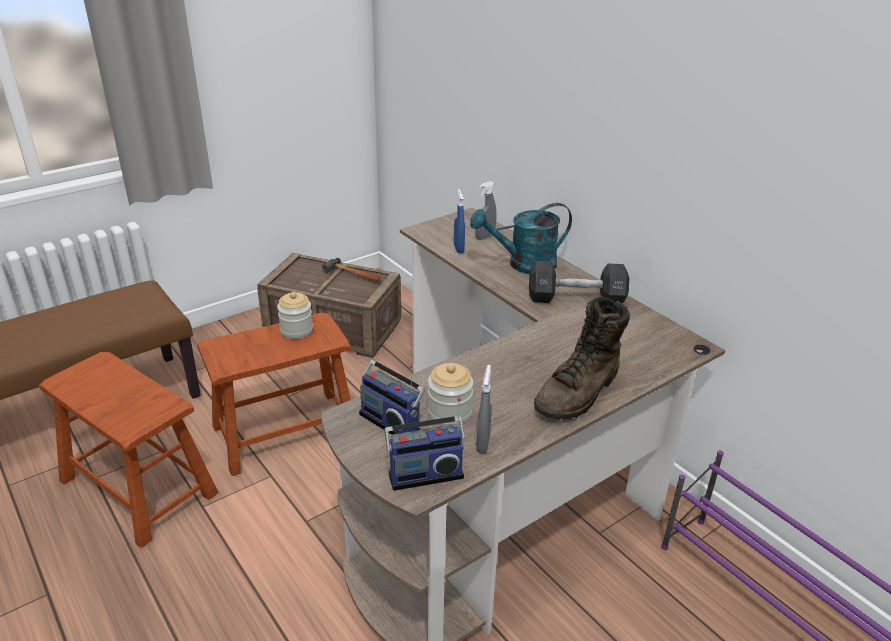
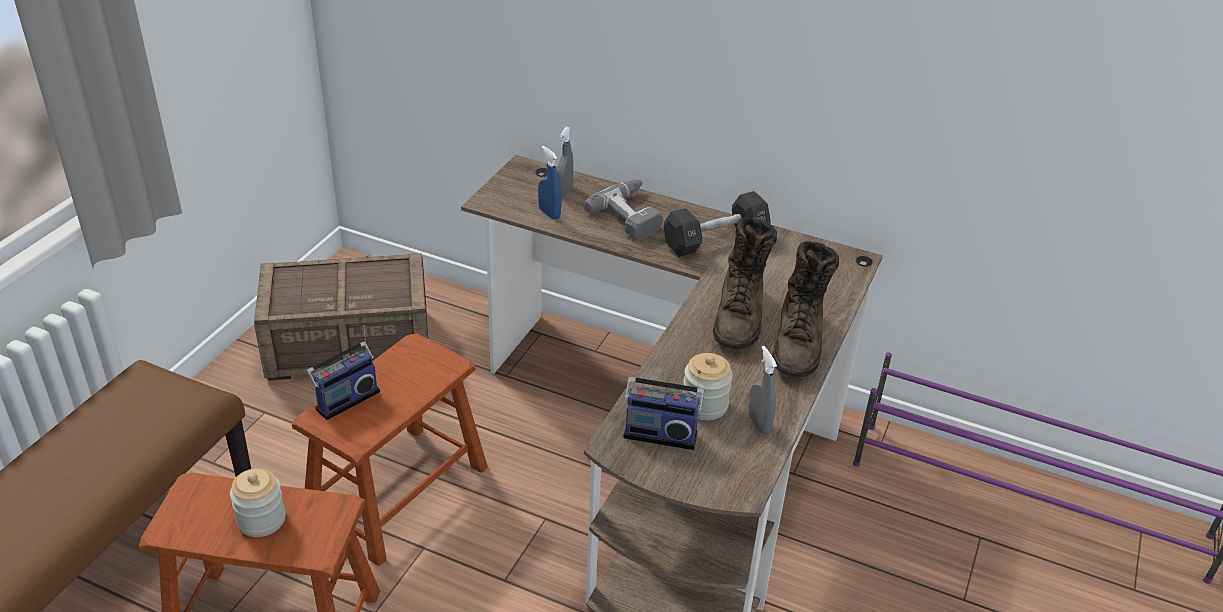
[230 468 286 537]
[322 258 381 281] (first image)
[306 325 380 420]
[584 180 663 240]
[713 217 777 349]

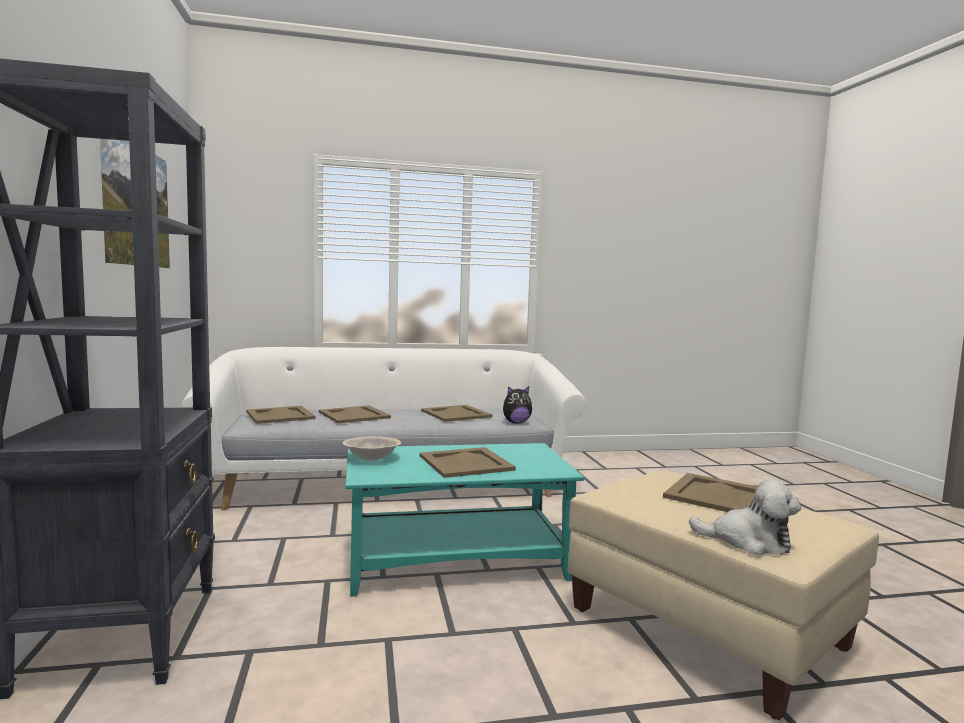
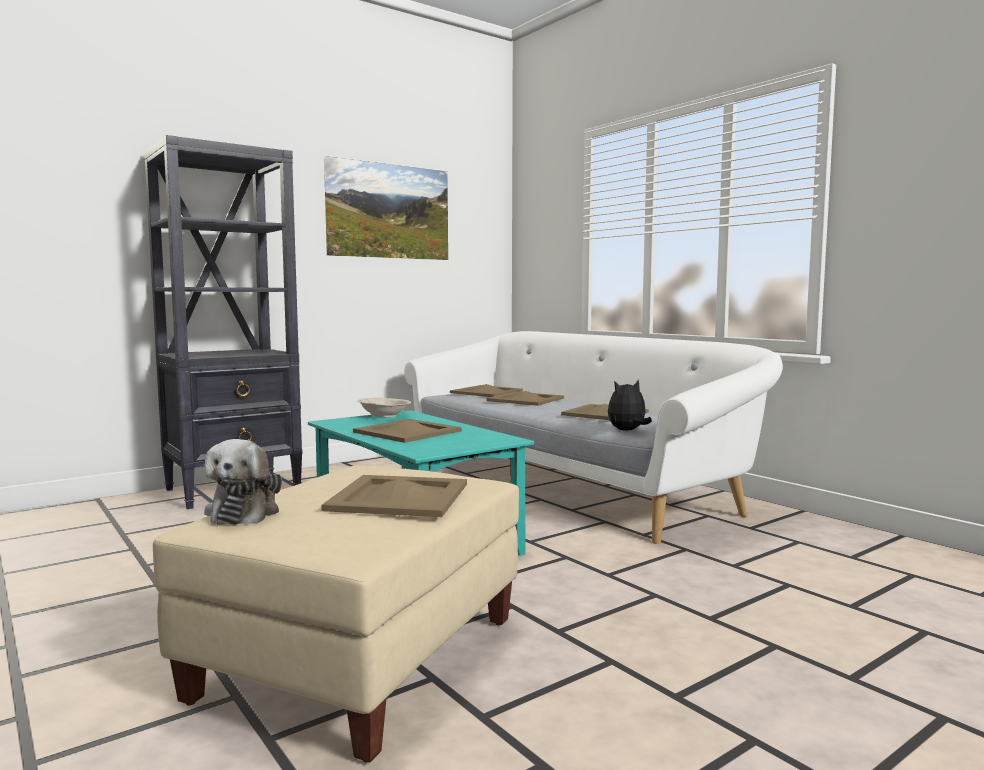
[608 380 652 431]

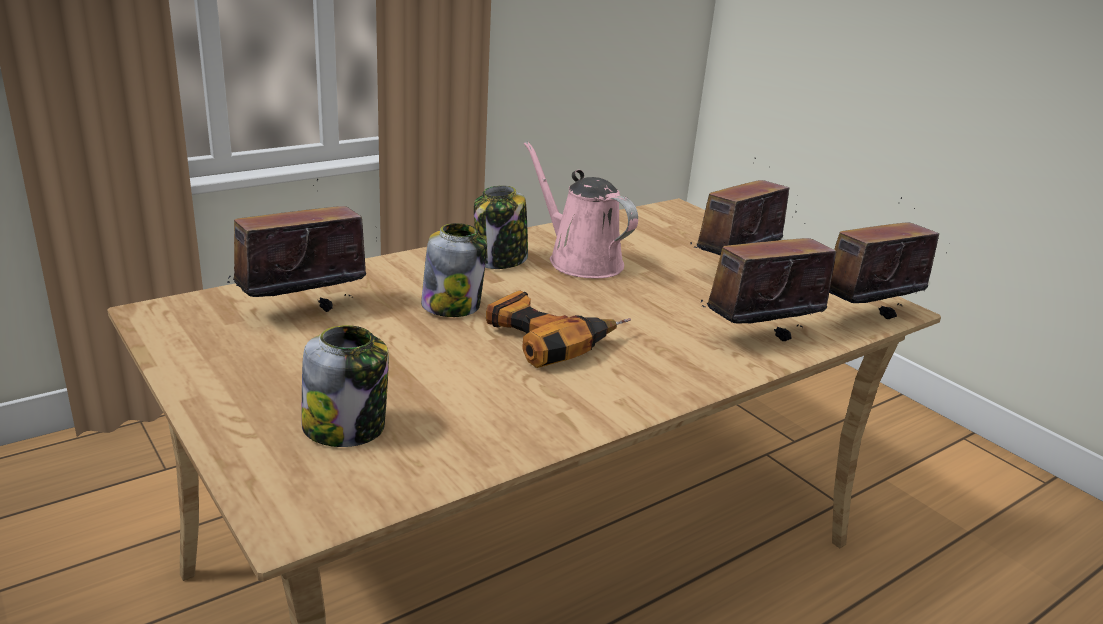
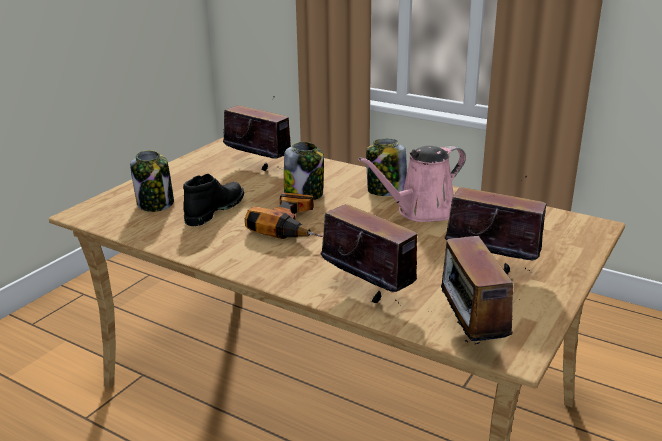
[358 146 466 222]
[441 224 513 344]
[183 174 244 226]

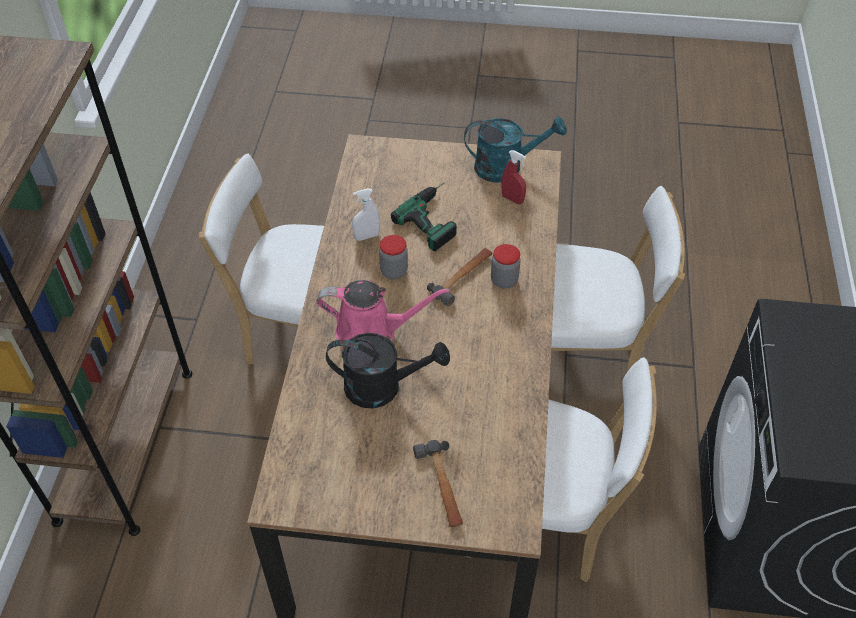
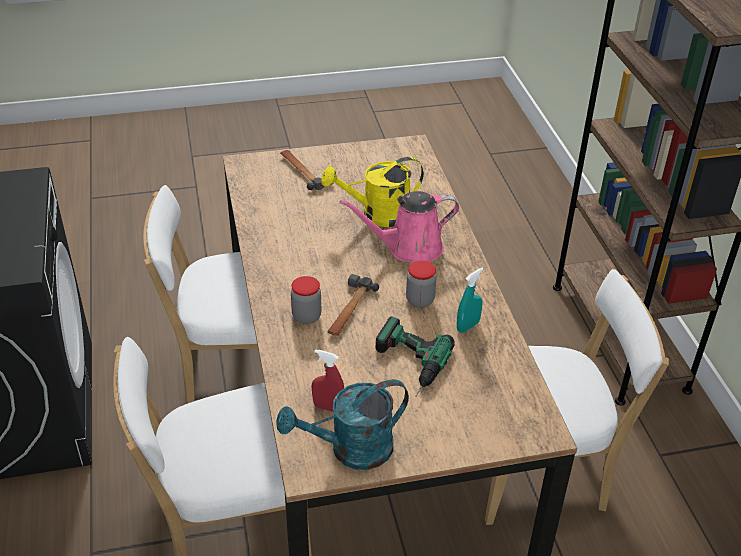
[321 157 424 227]
[457 268 483 333]

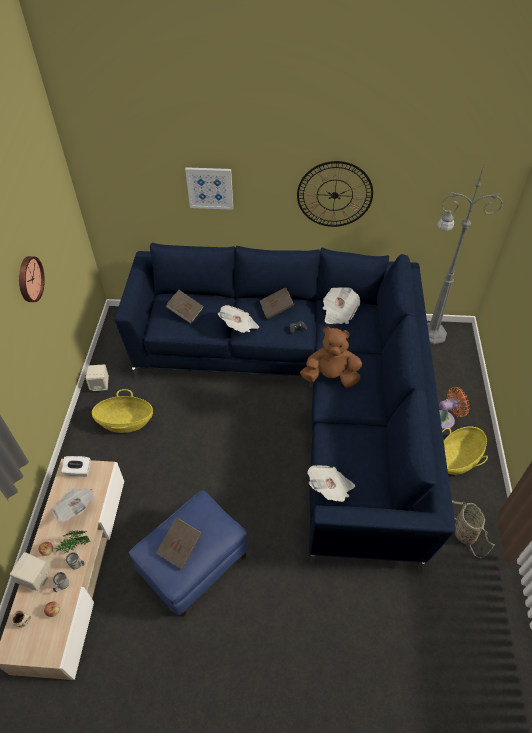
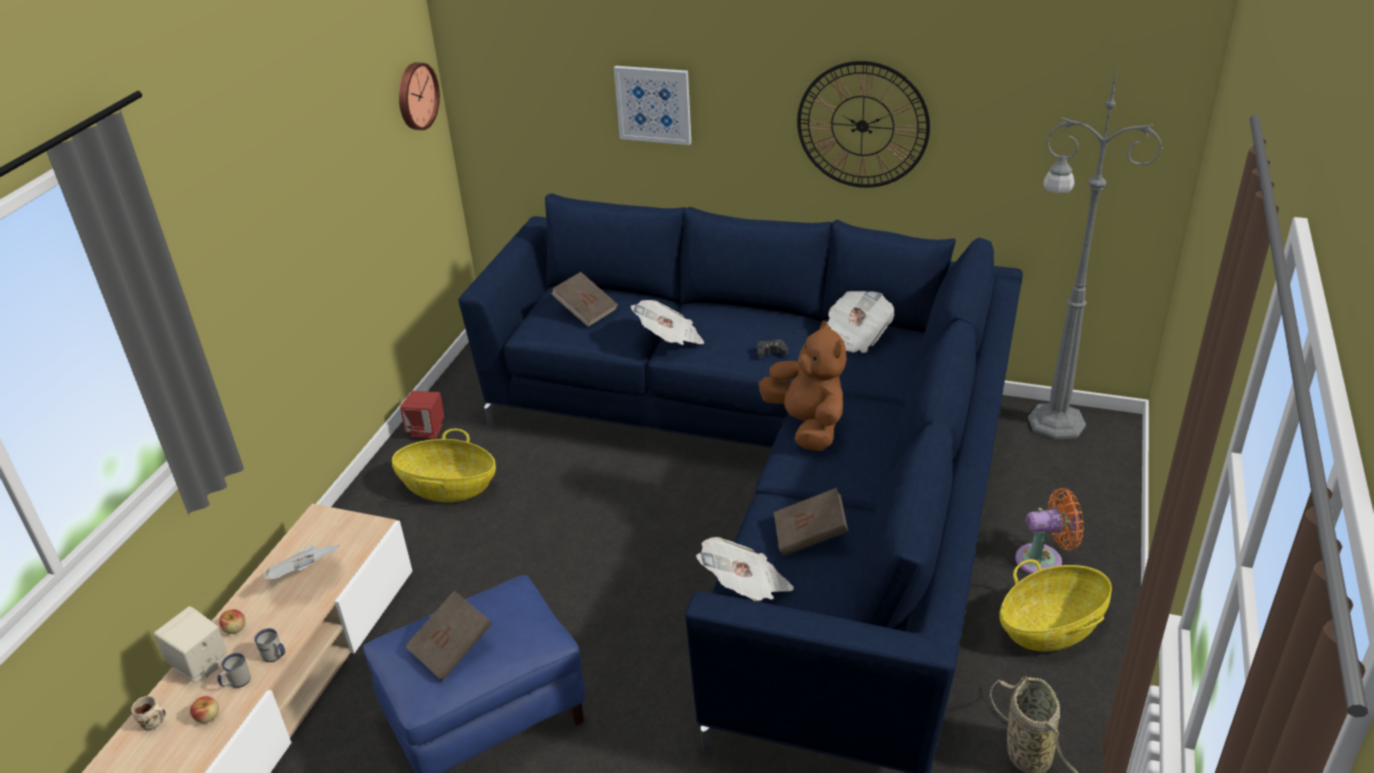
[399 62 440 130]
[55 530 90 553] (first image)
[61 456 91 477] (first image)
[400 391 444 439]
[774 488 848 556]
[759 321 847 451]

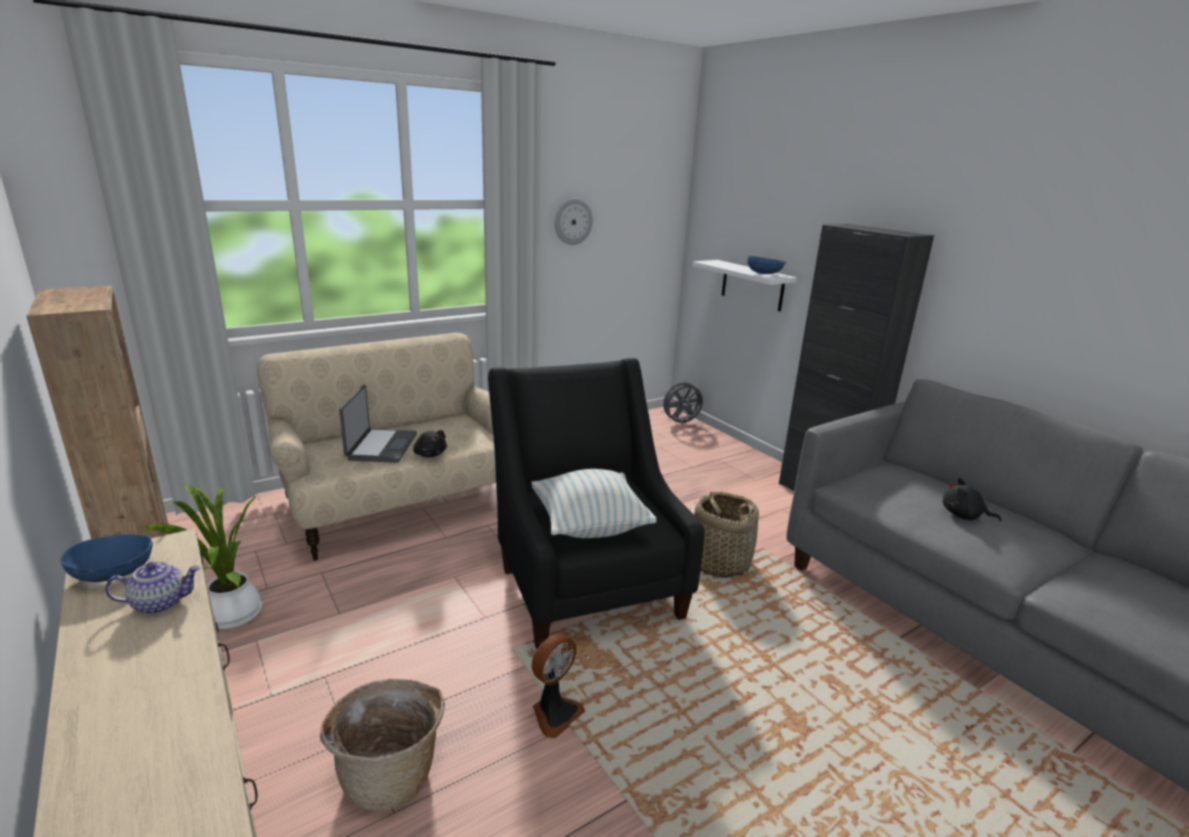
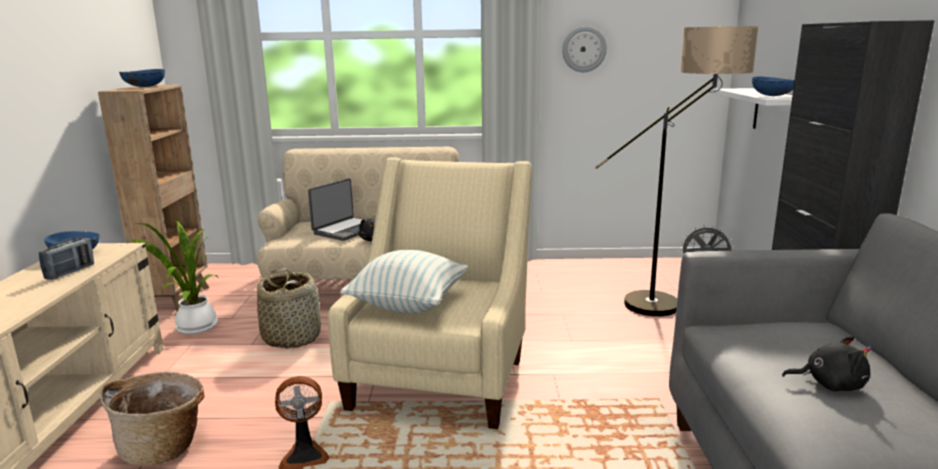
[39 238 94 280]
[328 157 532 429]
[257 268 321 349]
[782 336 871 391]
[119 69 165 87]
[595 26 759 316]

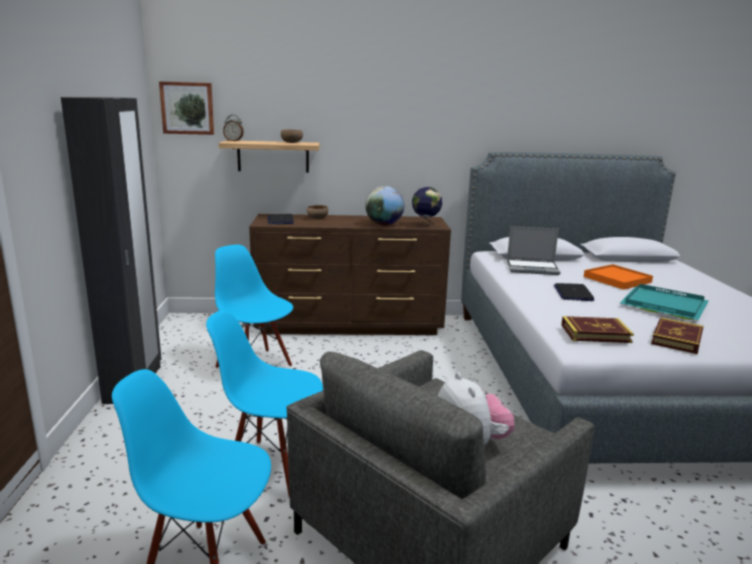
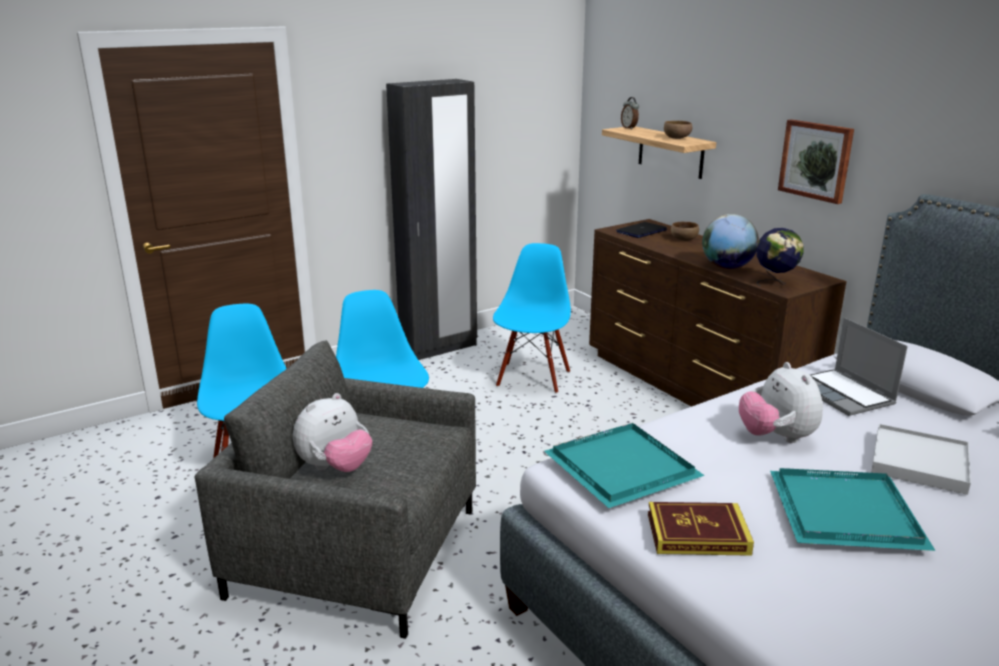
[778 119 854 204]
[739 362 823 443]
[544 423 705 508]
[871 424 971 495]

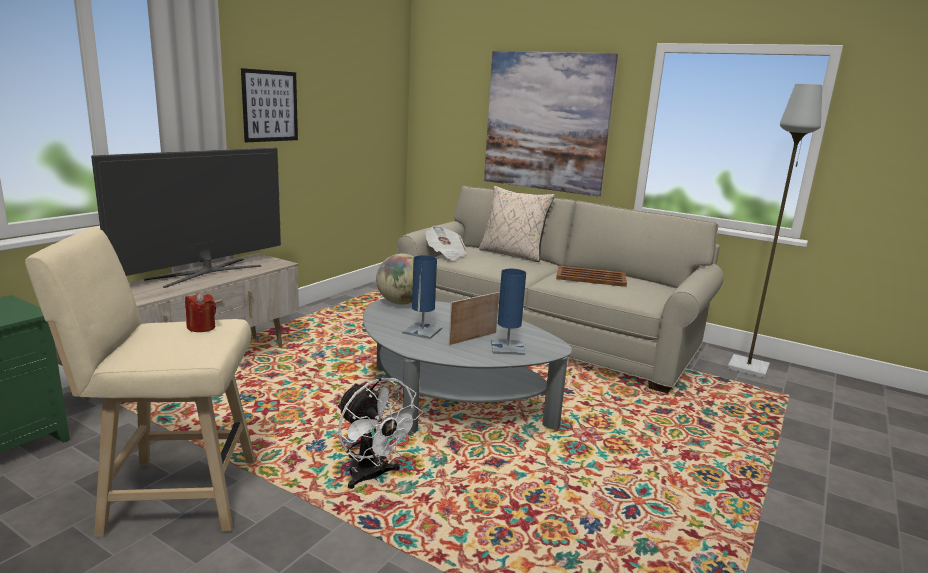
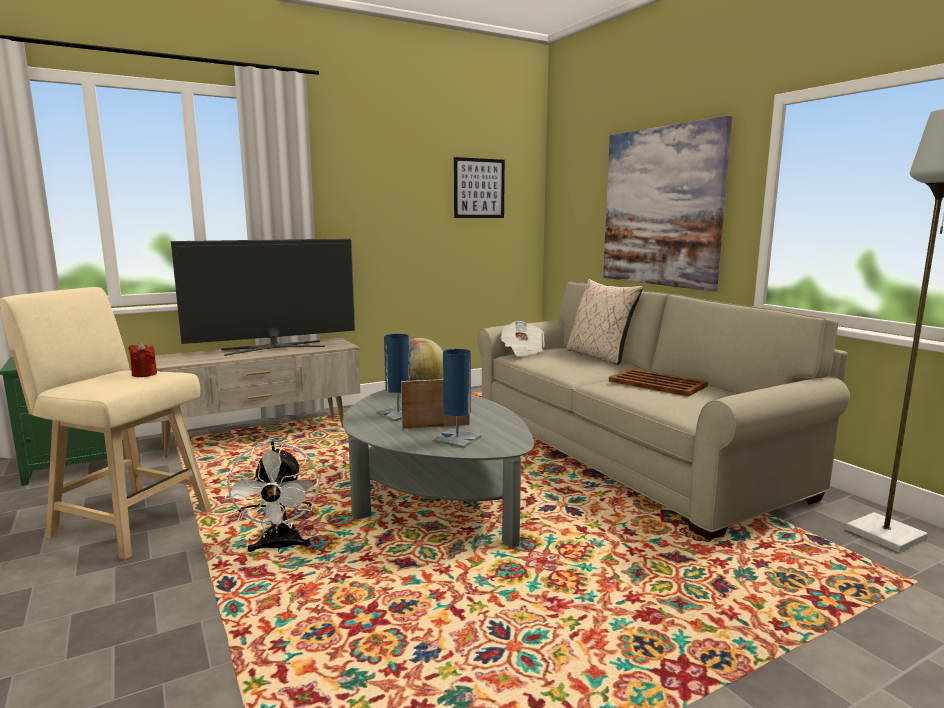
[454 157 505 218]

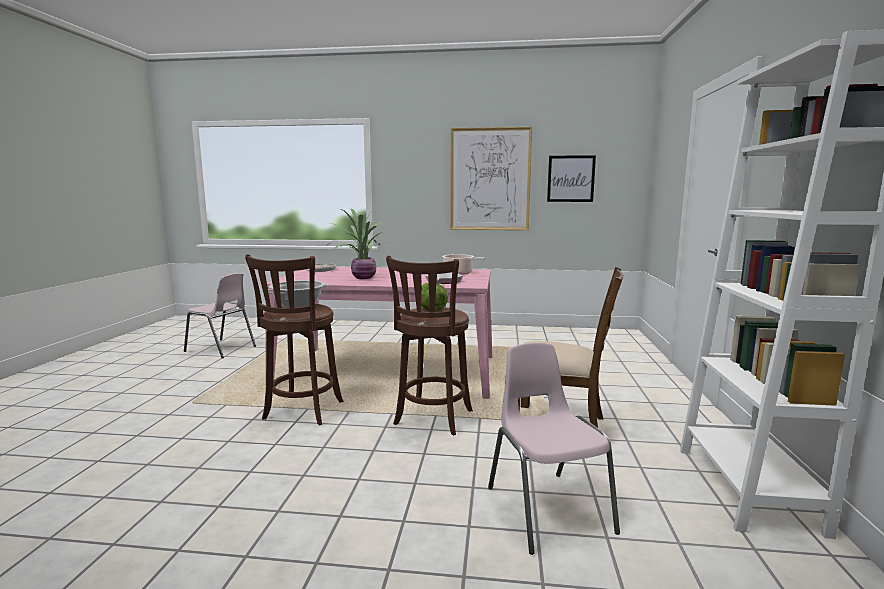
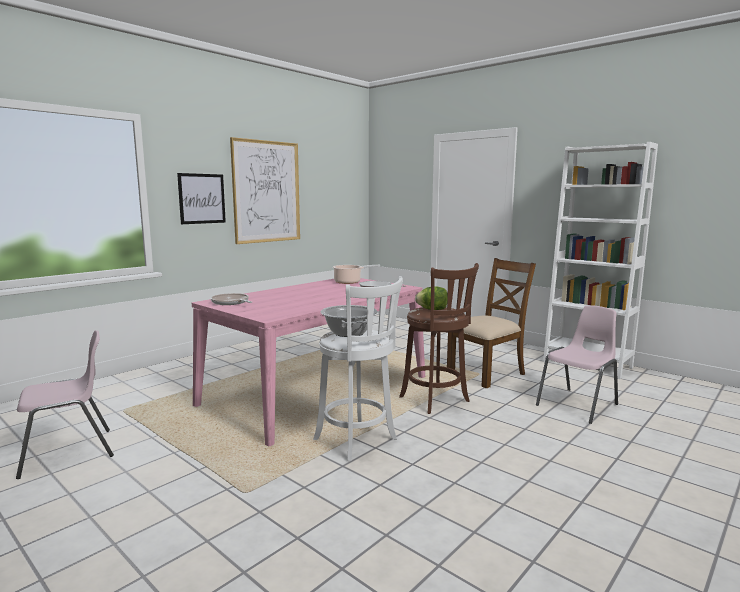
[313 276 403 461]
[327 209 397 279] (first image)
[536 305 618 424]
[177 173 226 224]

